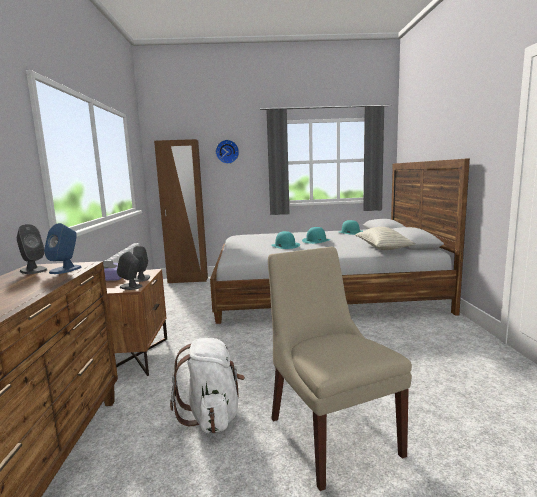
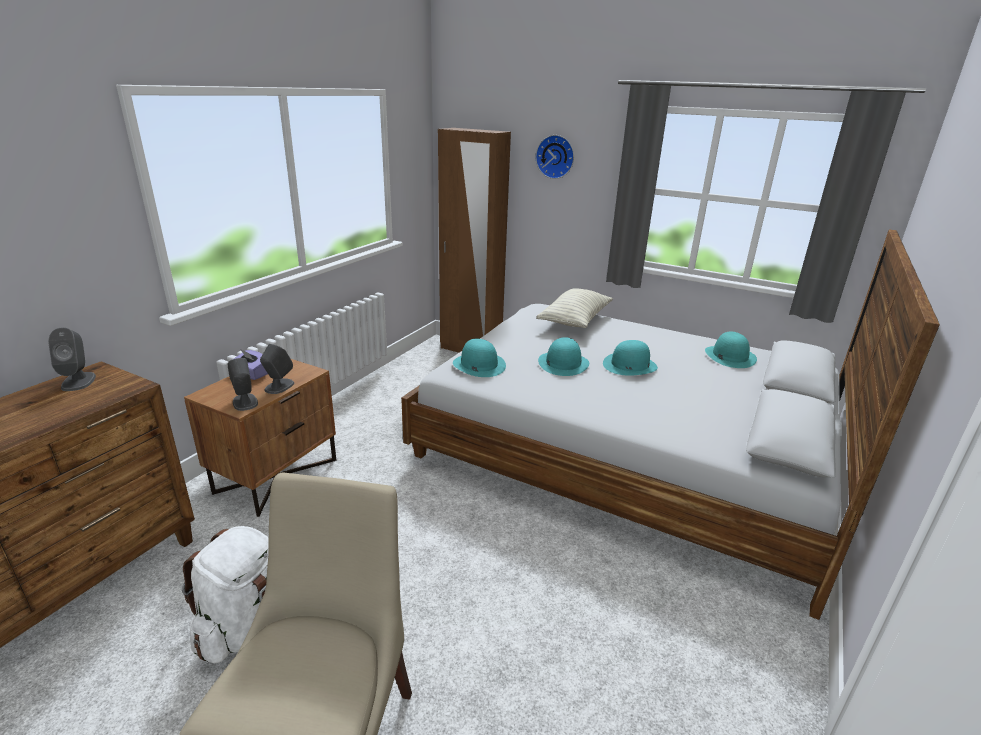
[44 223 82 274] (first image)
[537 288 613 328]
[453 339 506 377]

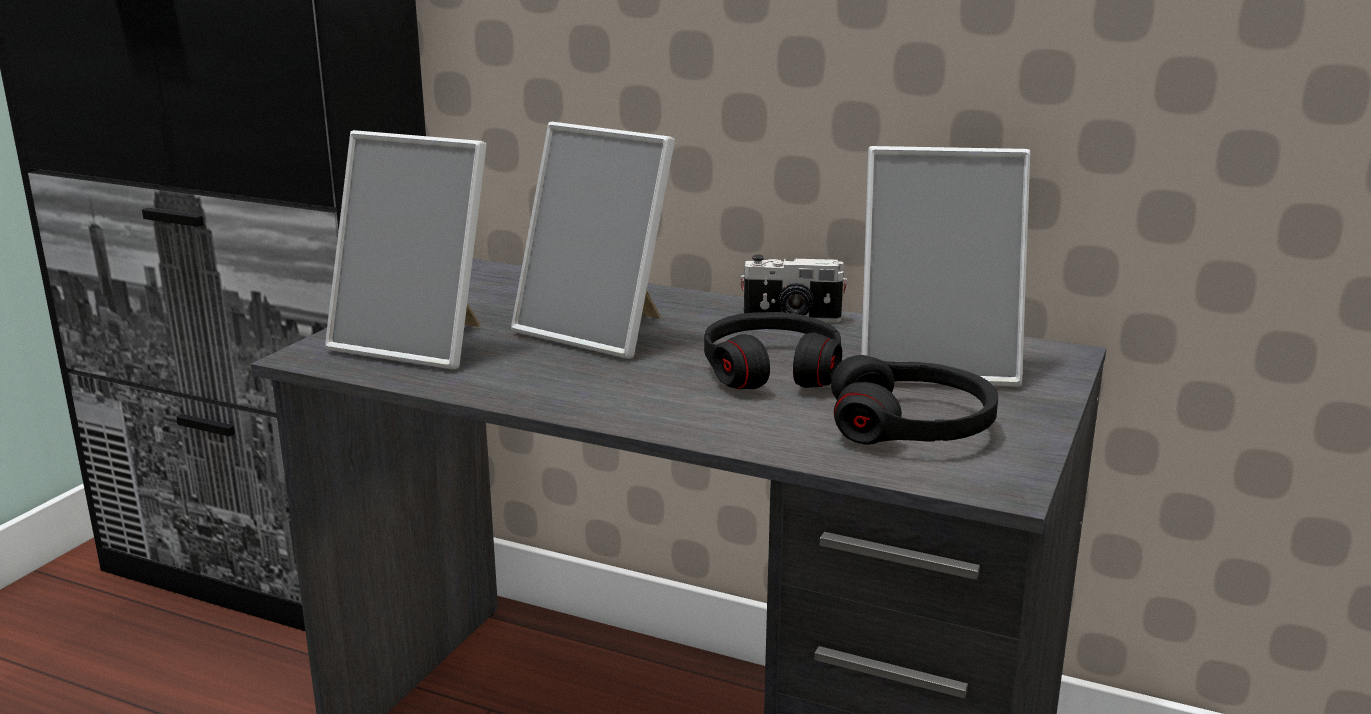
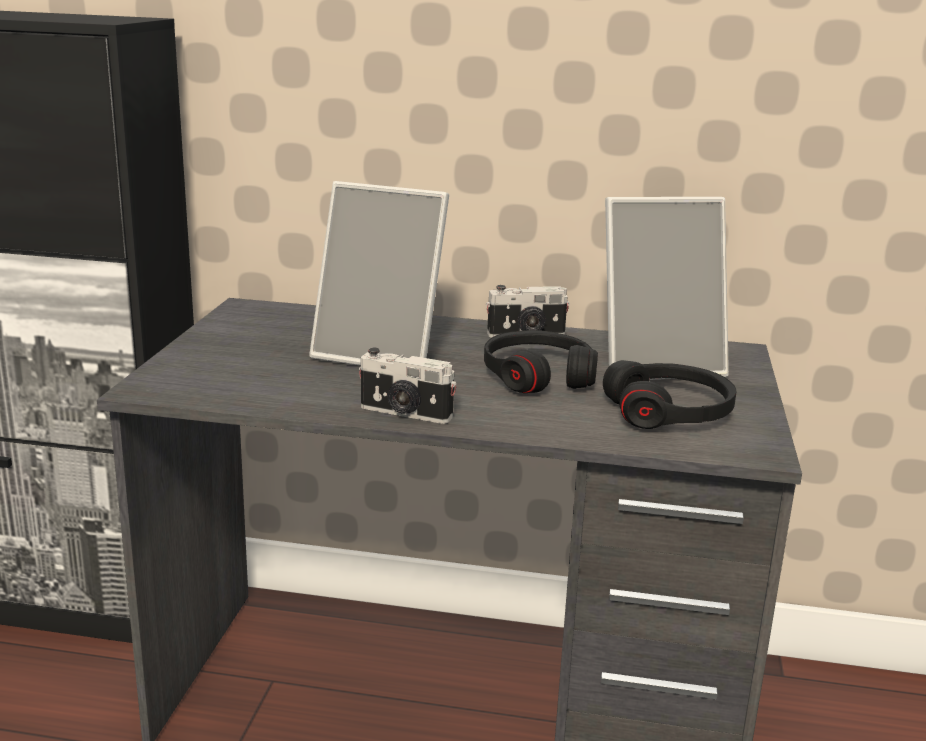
[325 130 487 370] (first image)
[359 348 456 424]

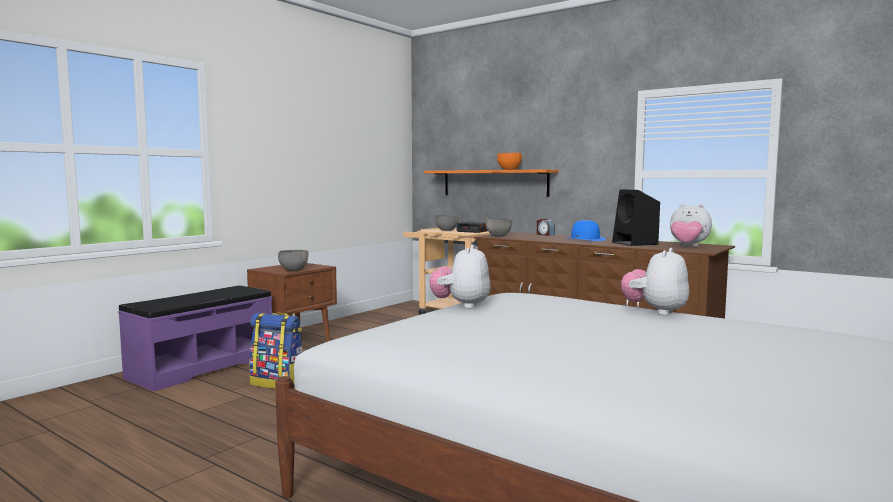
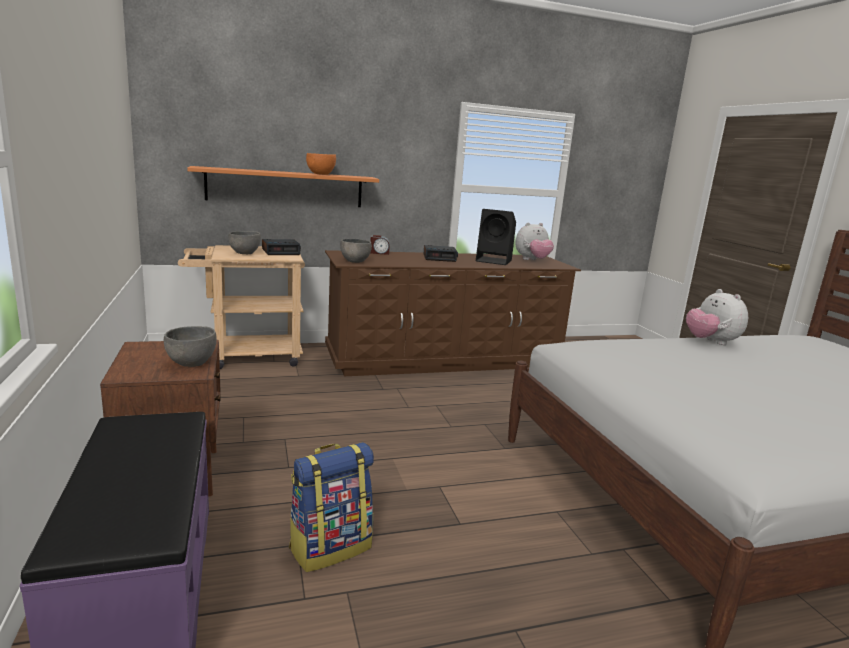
[429 245 491 309] (first image)
[424 245 458 262]

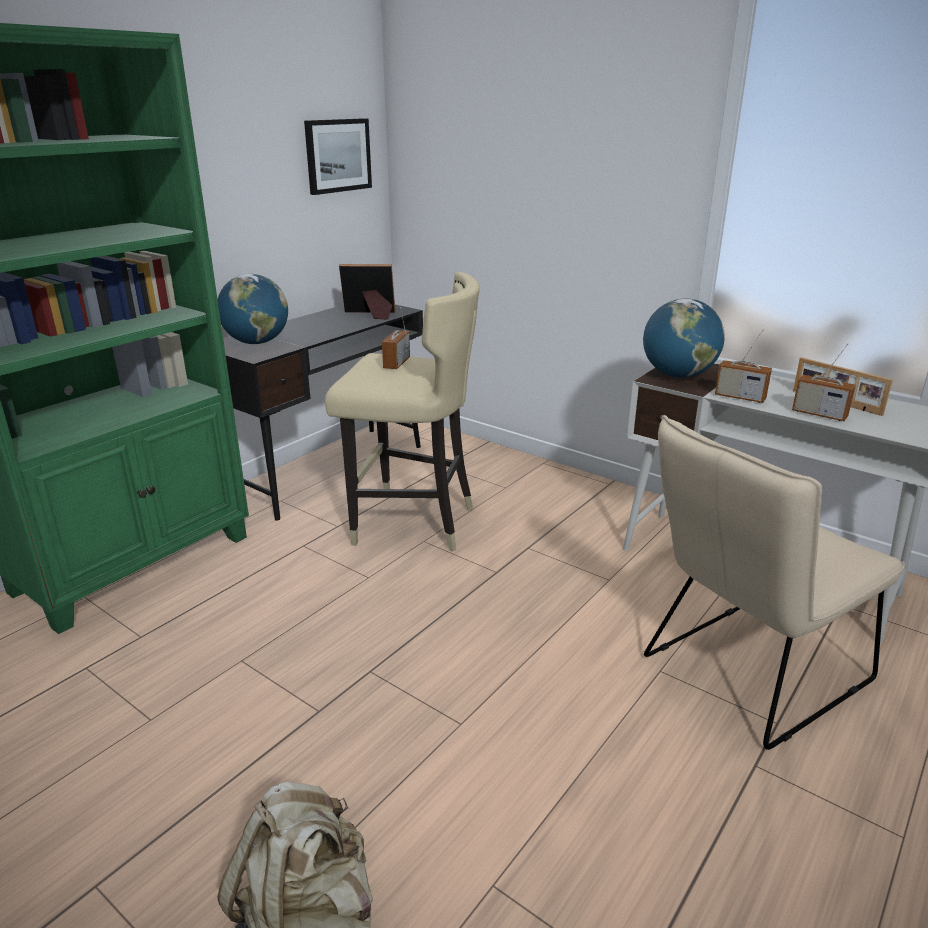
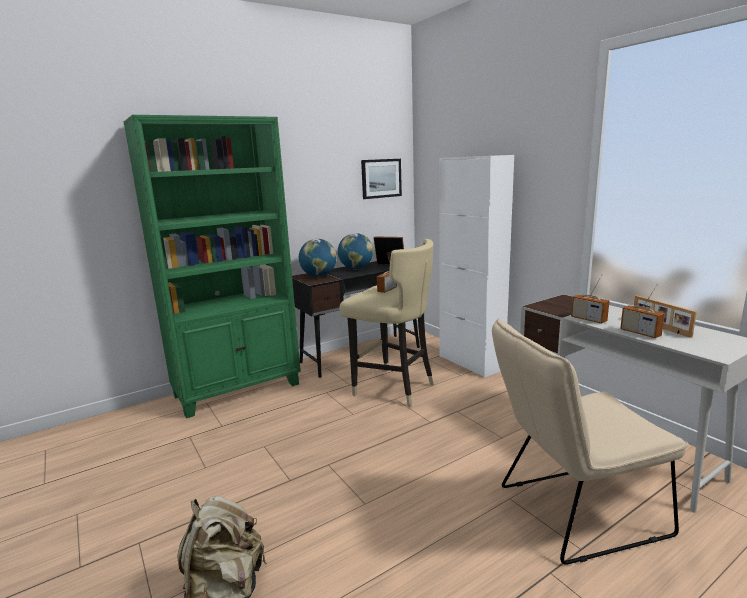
[338 233 374 269]
[439 155 514 378]

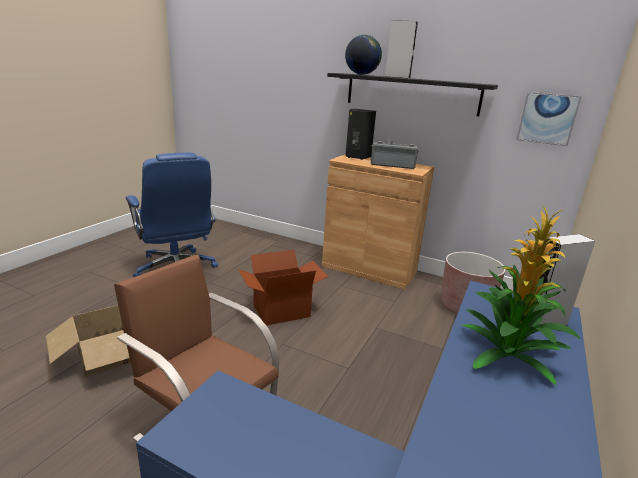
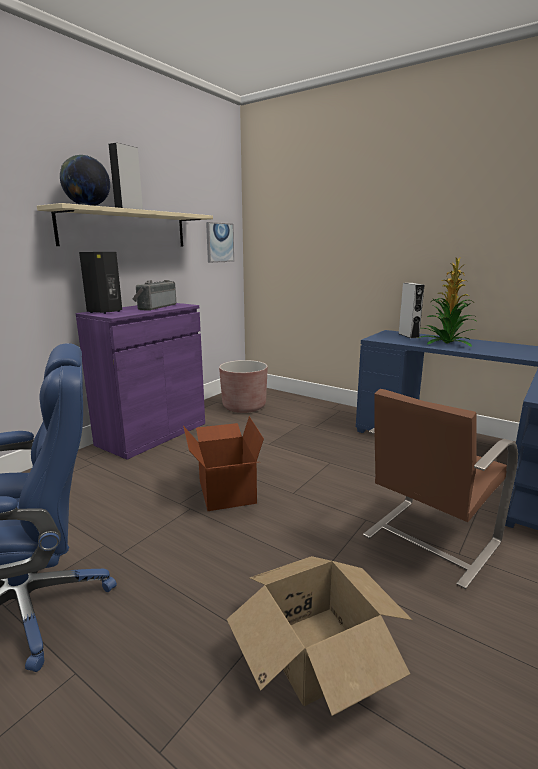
[76 303 205 460]
[37 203 213 246]

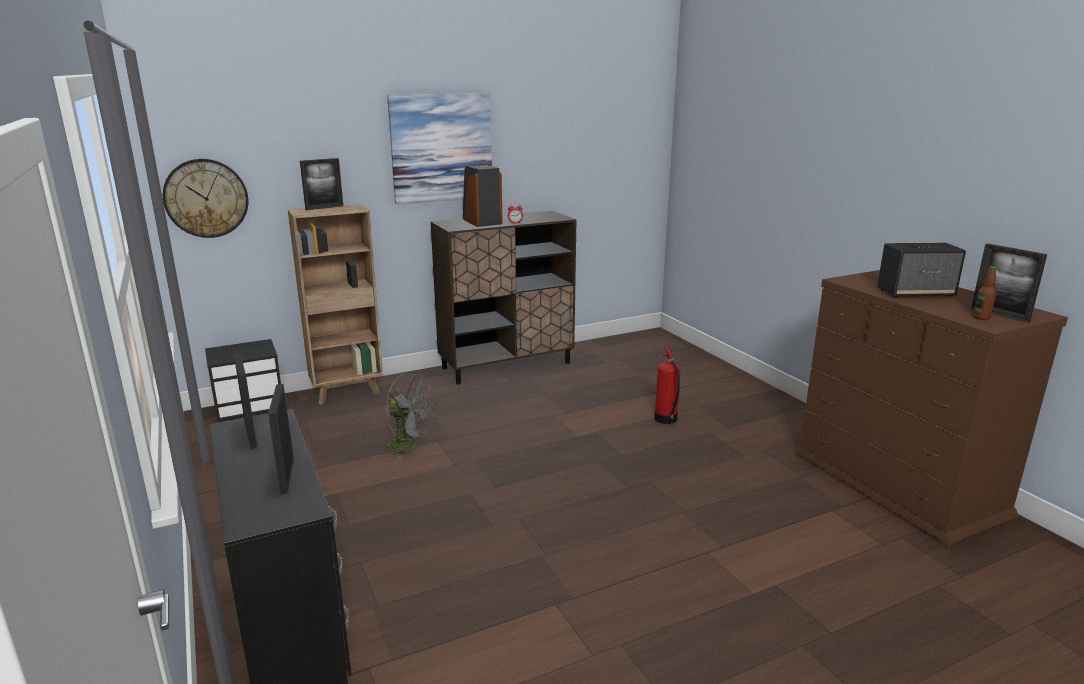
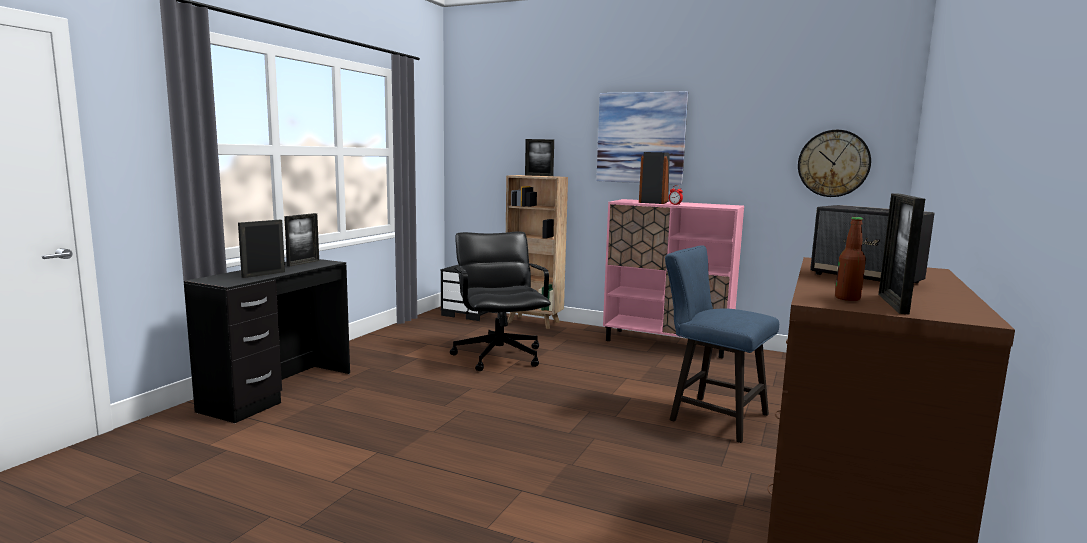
[798 130 871 197]
[450 231 551 371]
[603 199 744 358]
[665 245 779 443]

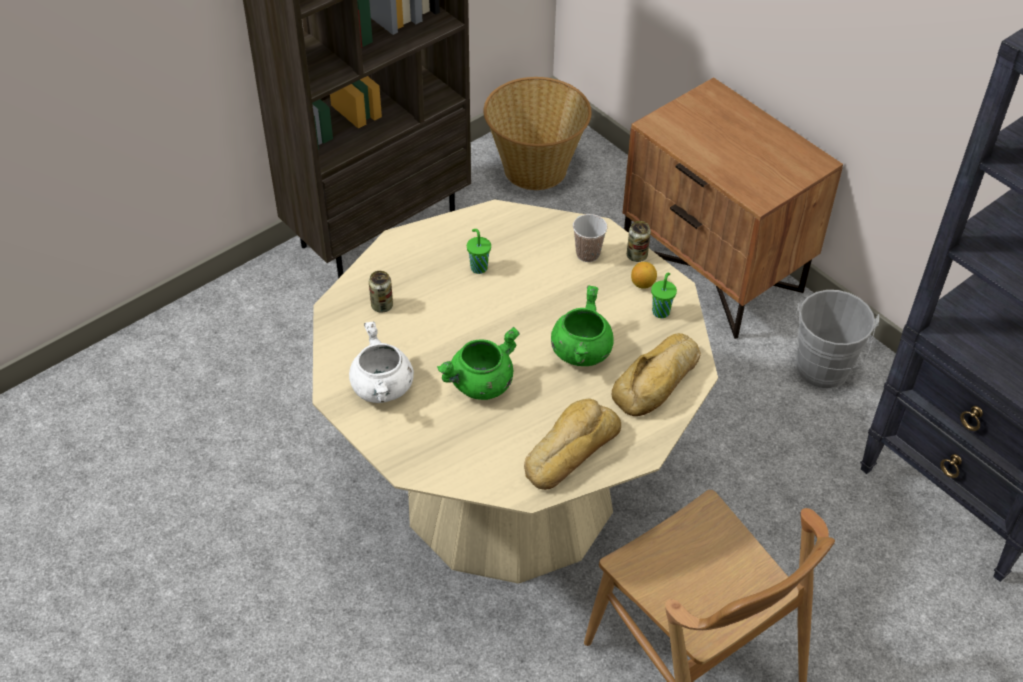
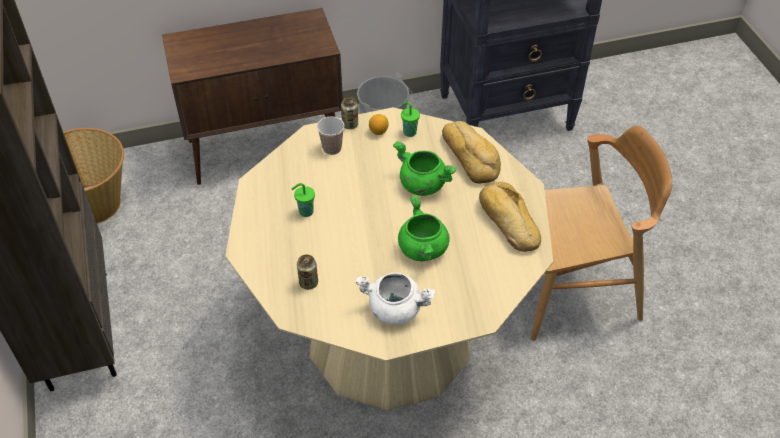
[162 8 343 185]

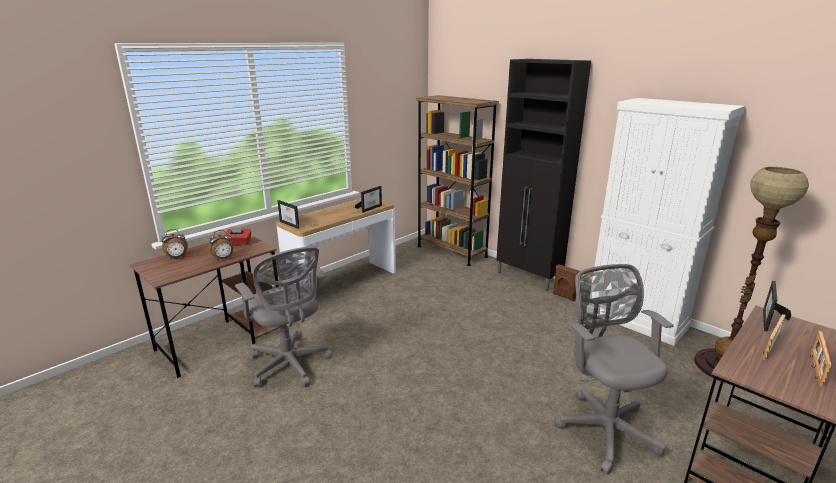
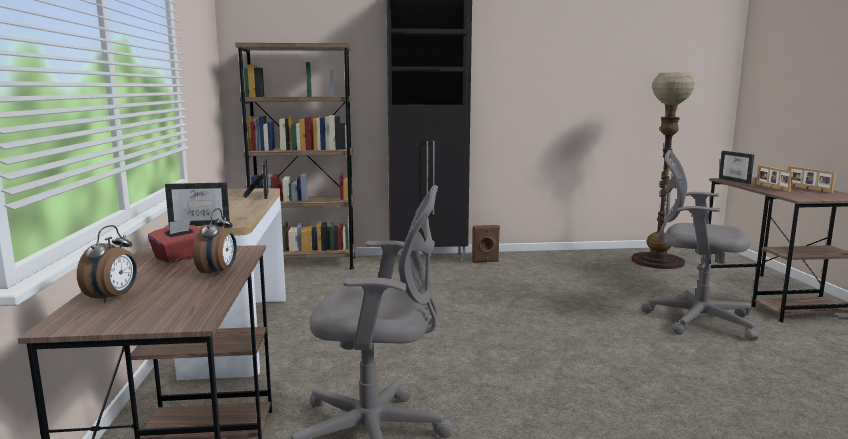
[592 98 745 346] (first image)

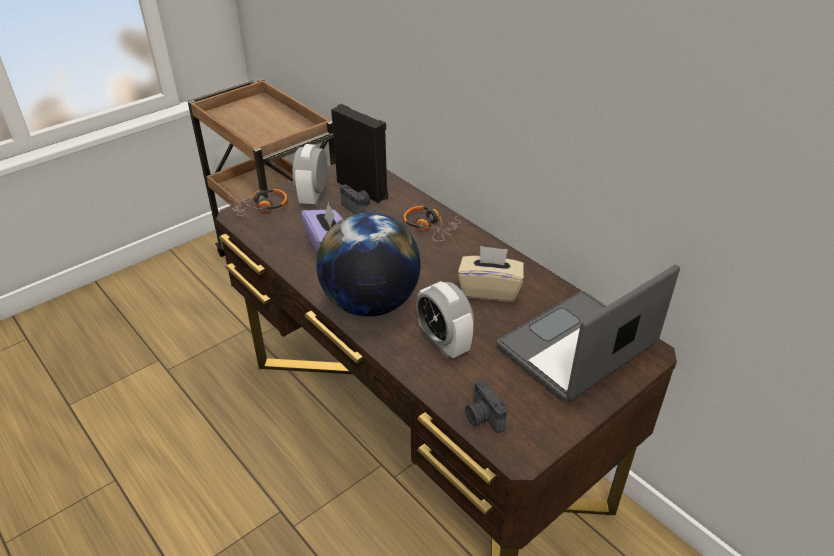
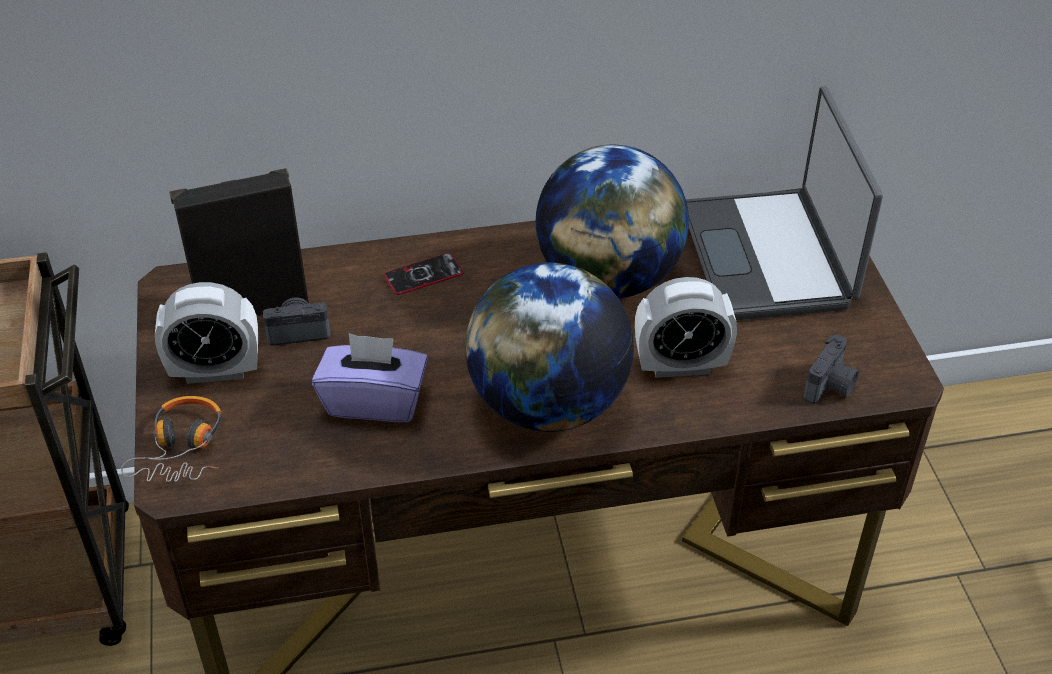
[155 282 258 384]
[384 253 464 295]
[535 145 689 298]
[803 335 859 404]

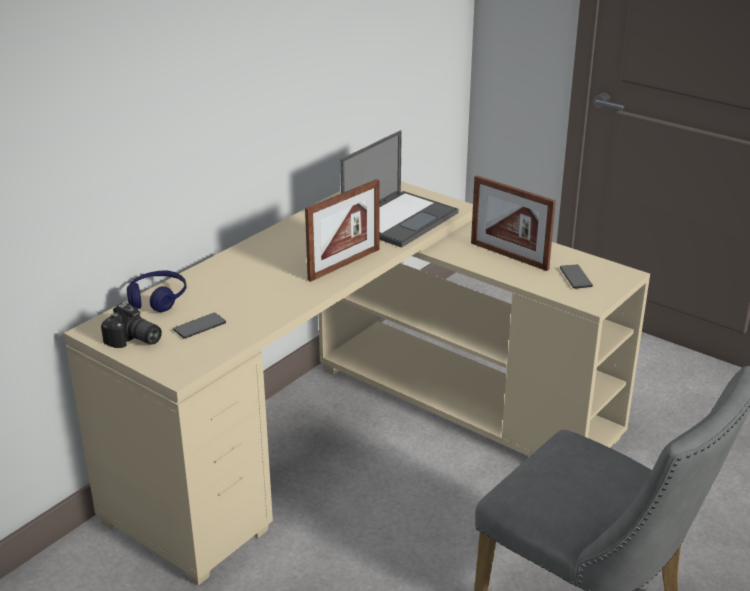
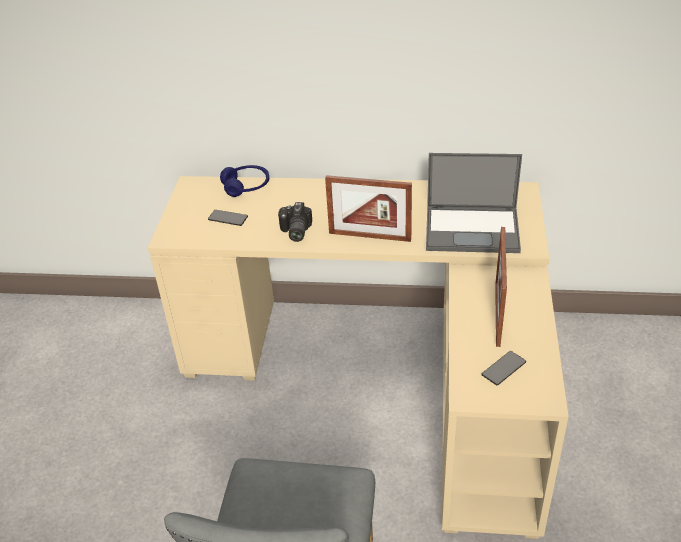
[278 202 312 242]

